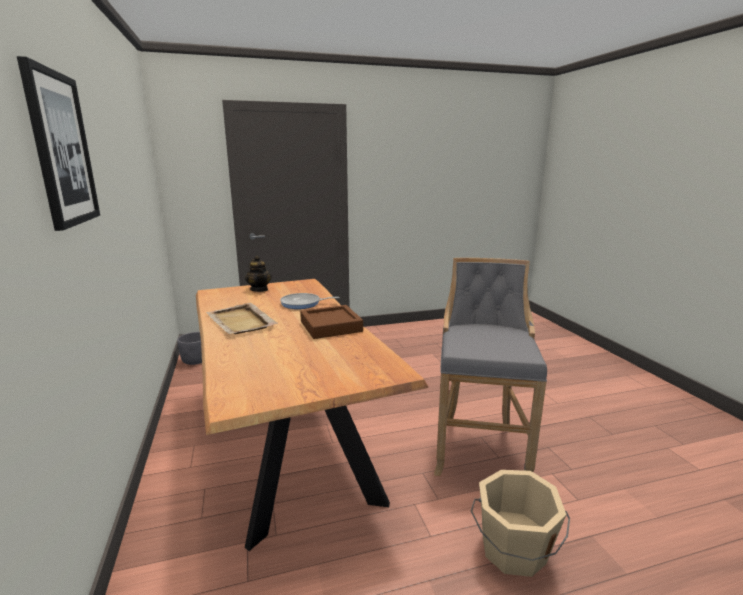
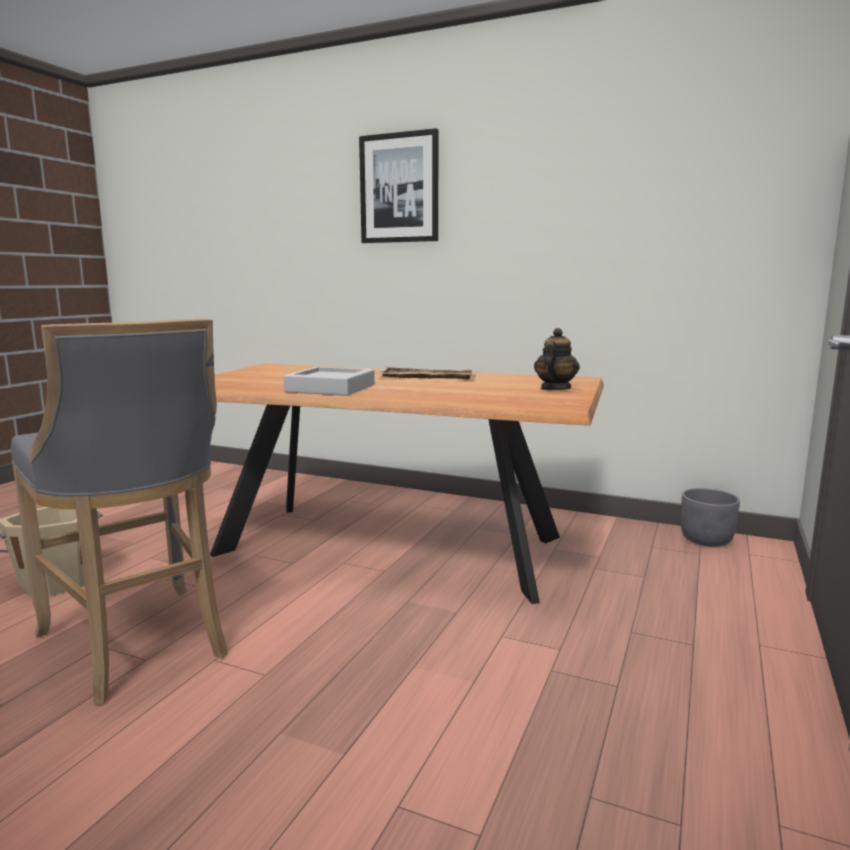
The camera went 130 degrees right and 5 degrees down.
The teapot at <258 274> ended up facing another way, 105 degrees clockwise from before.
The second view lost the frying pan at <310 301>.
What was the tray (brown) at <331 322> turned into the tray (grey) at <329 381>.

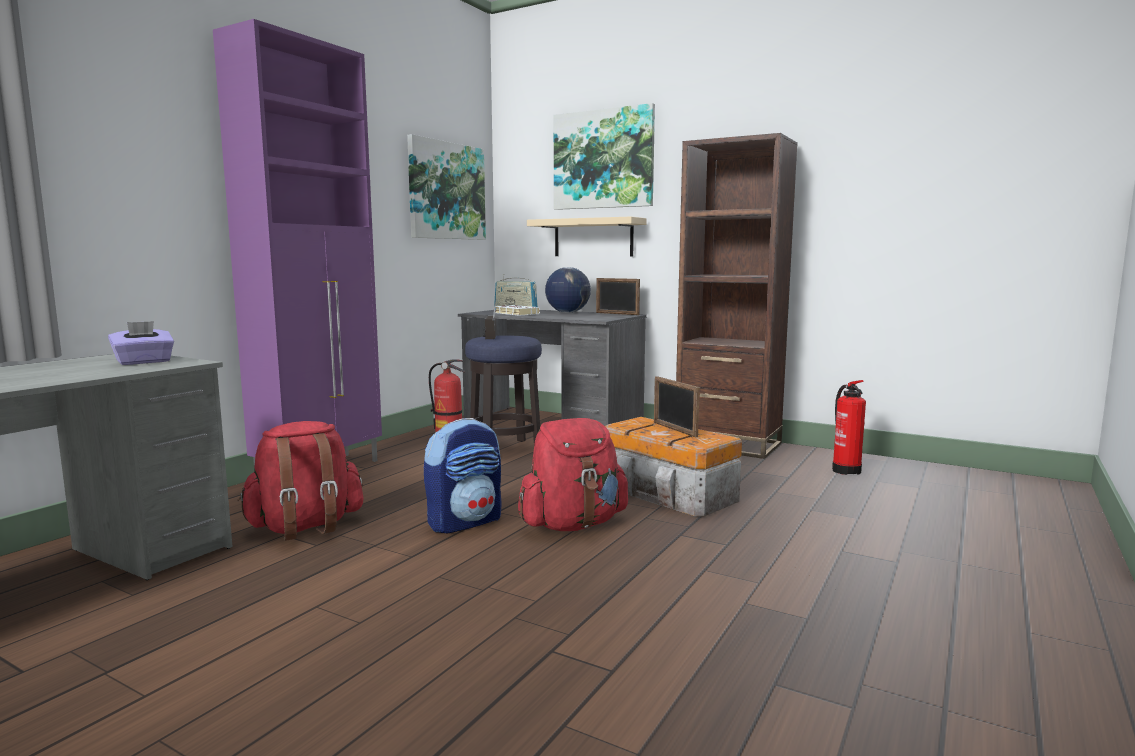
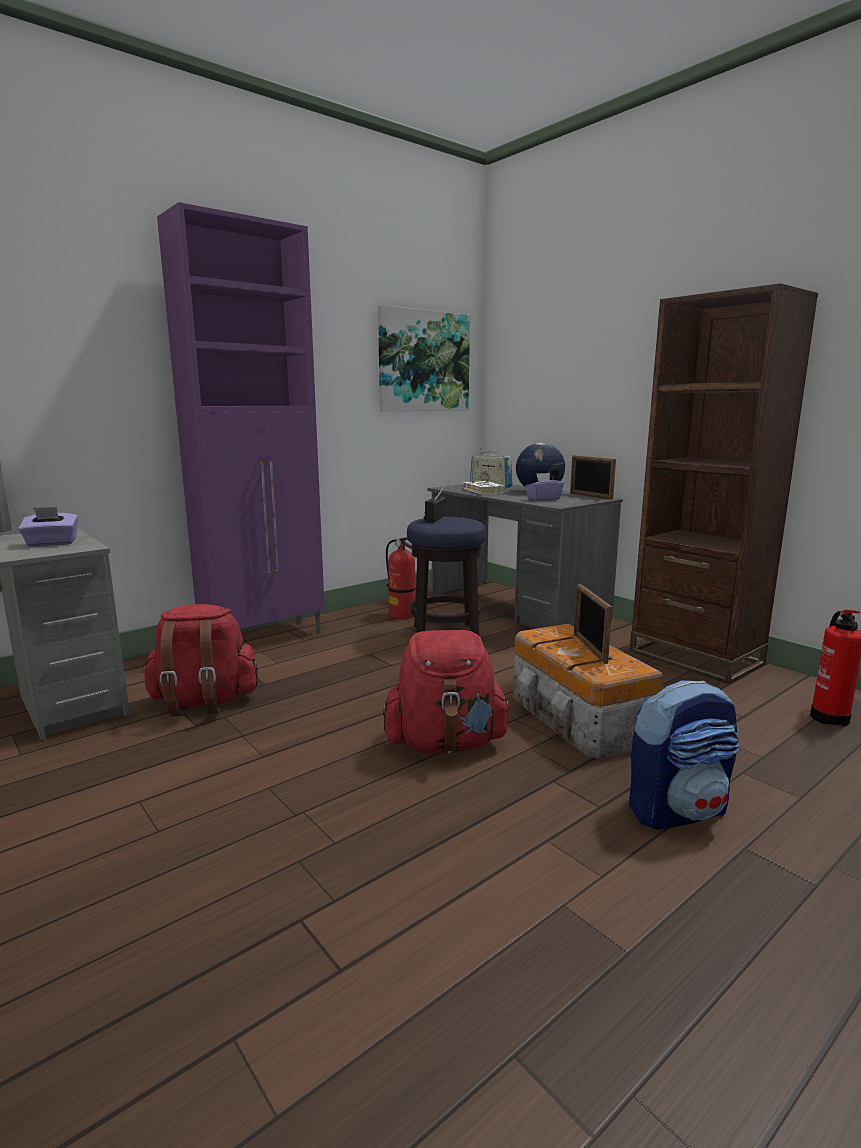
The camera went 20 degrees right and 5 degrees up.
The backpack ended up elsewhere, having gone from <463 475> to <684 755>.
The second view lost the shelf (beige) at <587 236>.
The second view lost the picture at <604 156>.
The second view gained the tissue box (purple) at <544 487>.

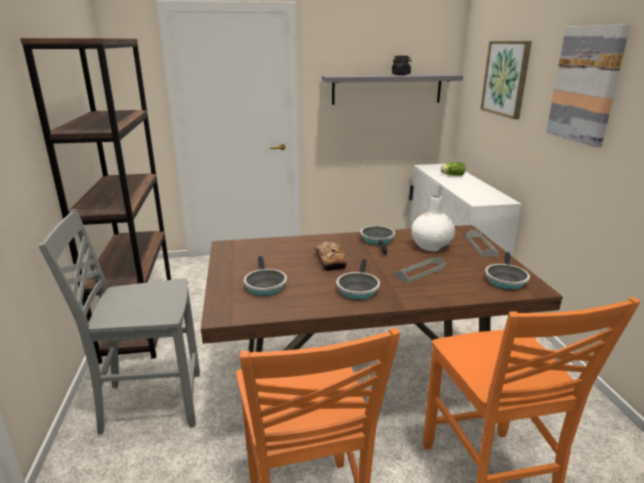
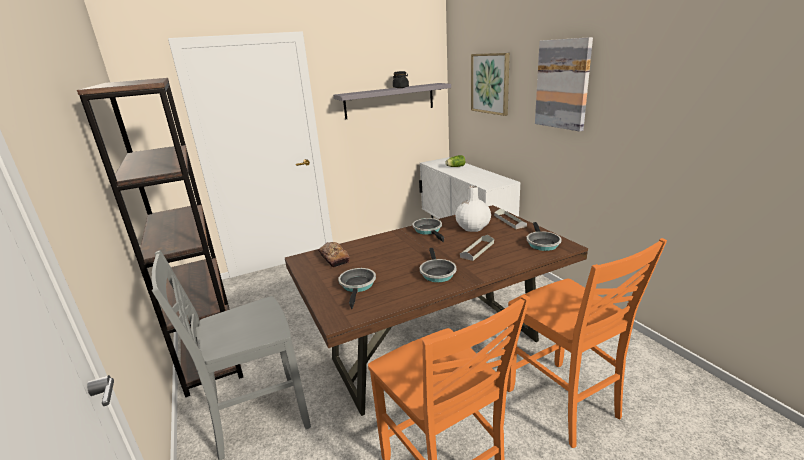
The camera went 15 degrees left and 0 degrees up.
The frying pan at <265 276> ended up facing another way, 150 degrees counterclockwise from before.
The bread ended up elsewhere, having gone from <331 256> to <334 254>.

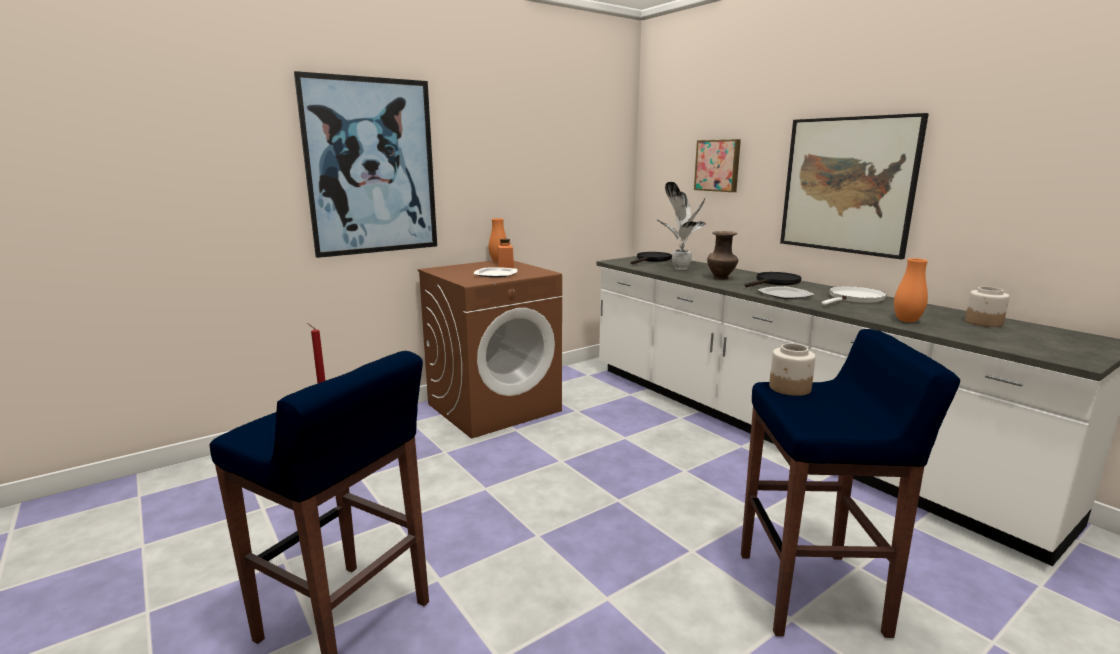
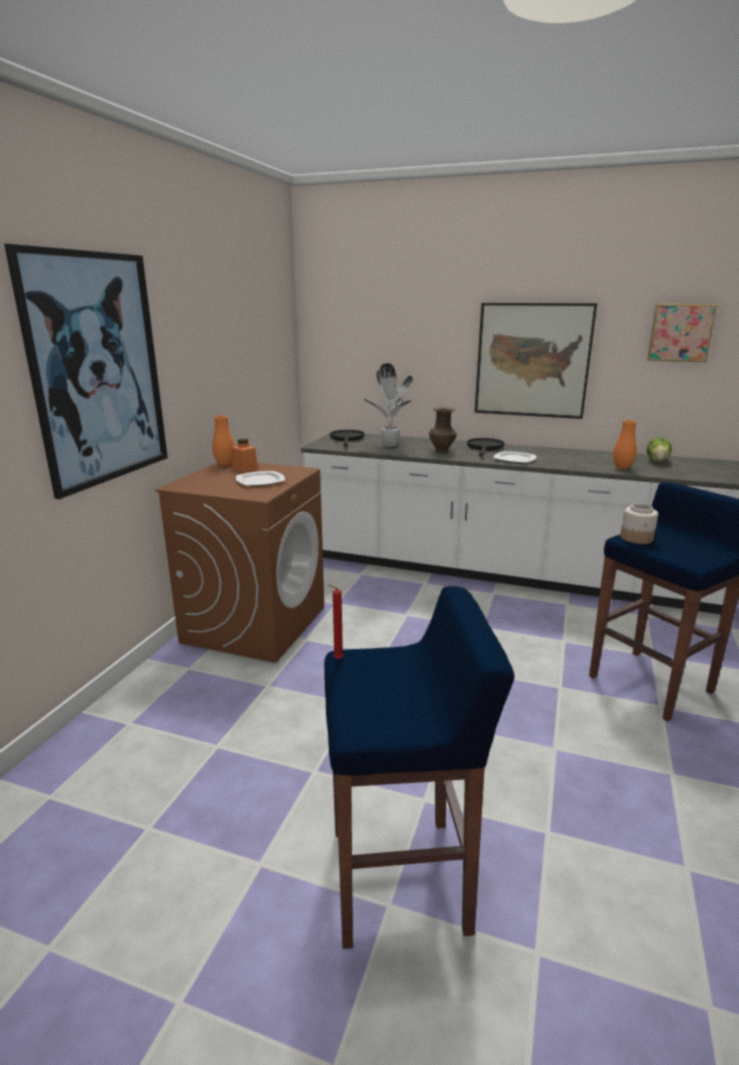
The camera went 35 degrees left and 5 degrees up.
The picture ended up elsewhere, having gone from <717 165> to <682 333>.
The second view lost the frying pan (white) at <854 295>.
Where the jar stood at <987 307>, the lettuce came to stand at <659 449>.

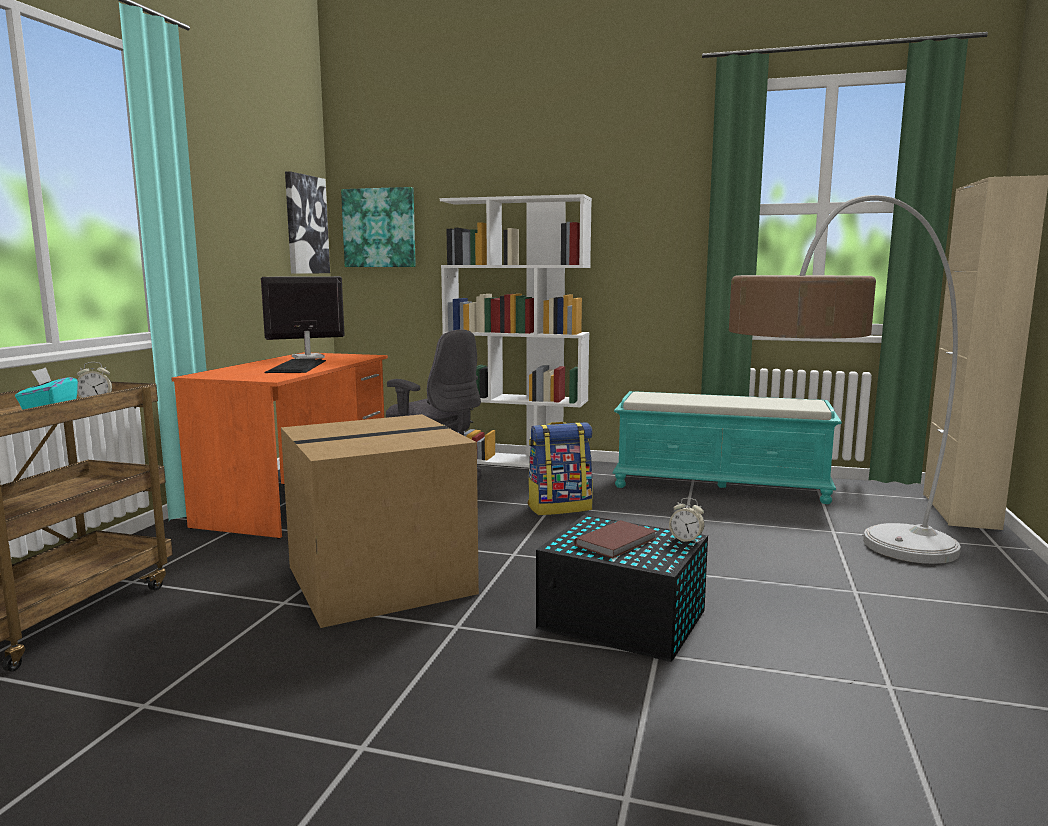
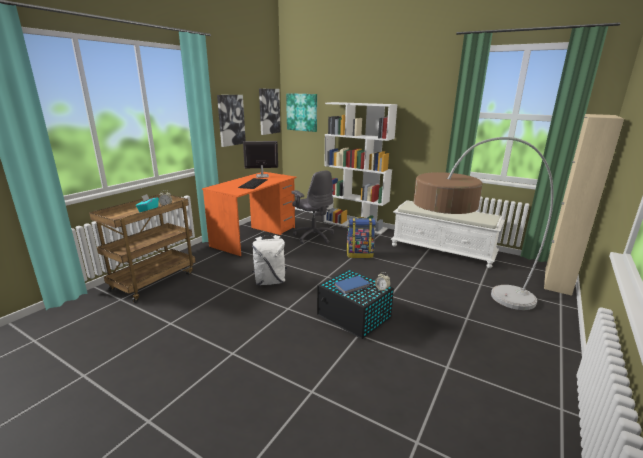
The camera went 15 degrees right and 10 degrees up.
Where the cardboard box stood at <380 521>, the backpack (white) came to stand at <269 260>.
What was the book (brown) at <615 539> turned into the book (blue) at <352 285>.
What was the bench (turquoise) at <727 447> turned into the bench (white) at <448 234>.
The second view gained the picture at <231 121>.

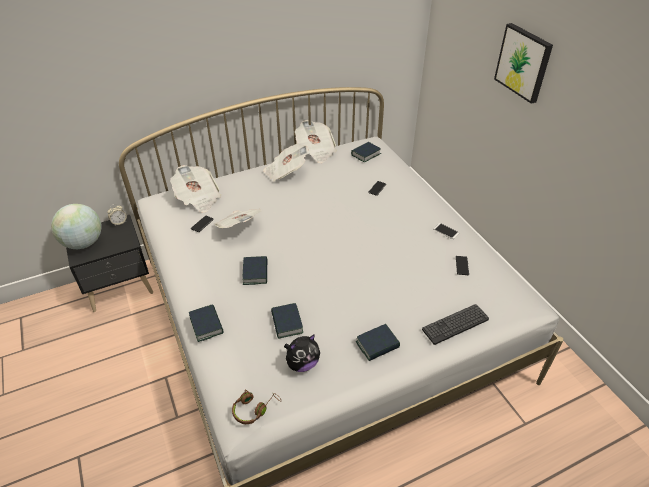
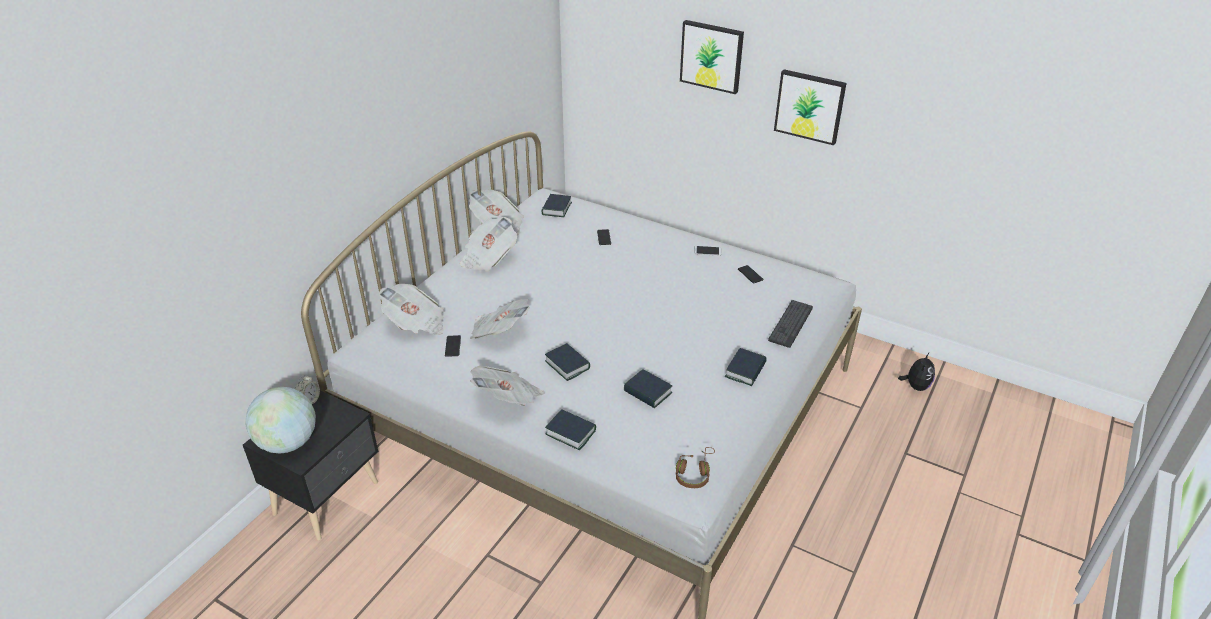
The camera went 35 degrees left and 5 degrees down.
The plush toy ended up elsewhere, having gone from <302 353> to <916 372>.
The second view gained the newspaper at <507 386>.
The second view gained the picture at <810 107>.

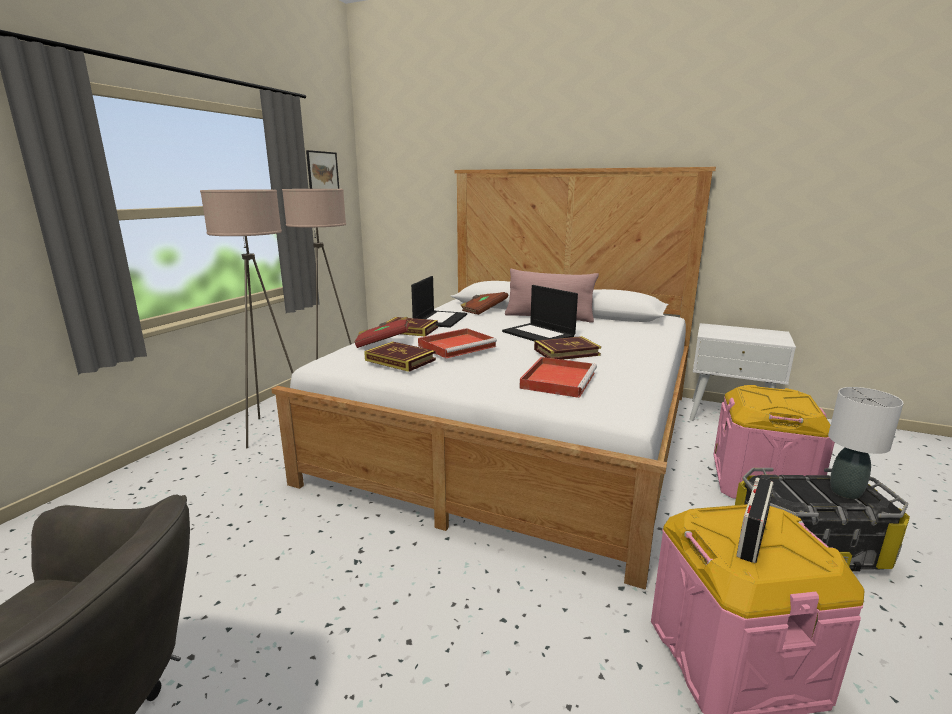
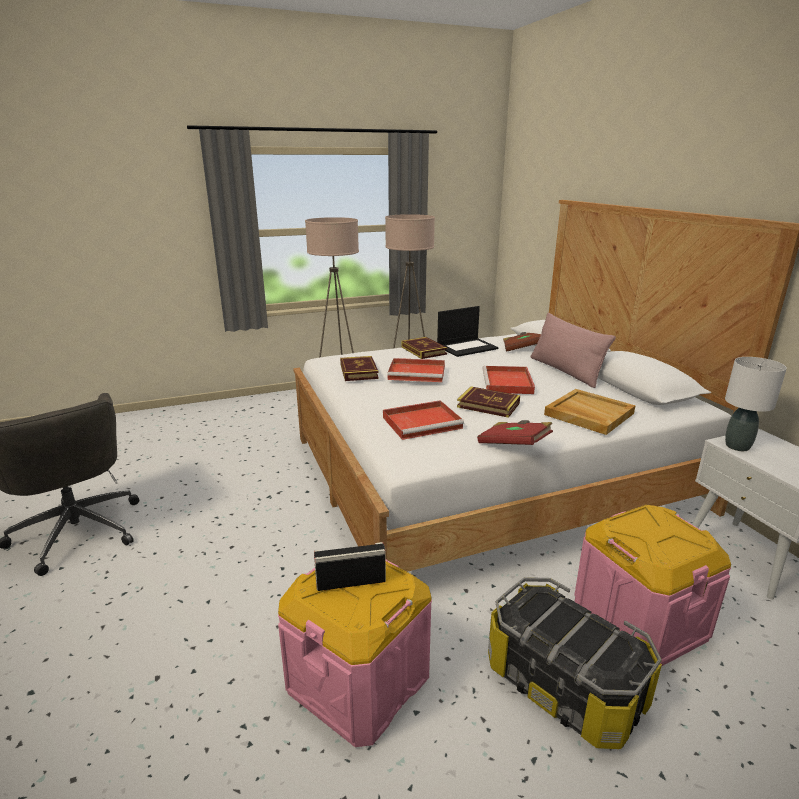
The camera went 45 degrees right and 5 degrees up.
The second view lost the picture at <322 169>.
The book (red) ended up elsewhere, having gone from <382 332> to <515 432>.
Where the laptop stood at <540 313>, the tray (red) came to stand at <508 380>.
The table lamp (white) ended up elsewhere, having gone from <866 443> to <756 404>.
The second view gained the tray (beige) at <590 412>.

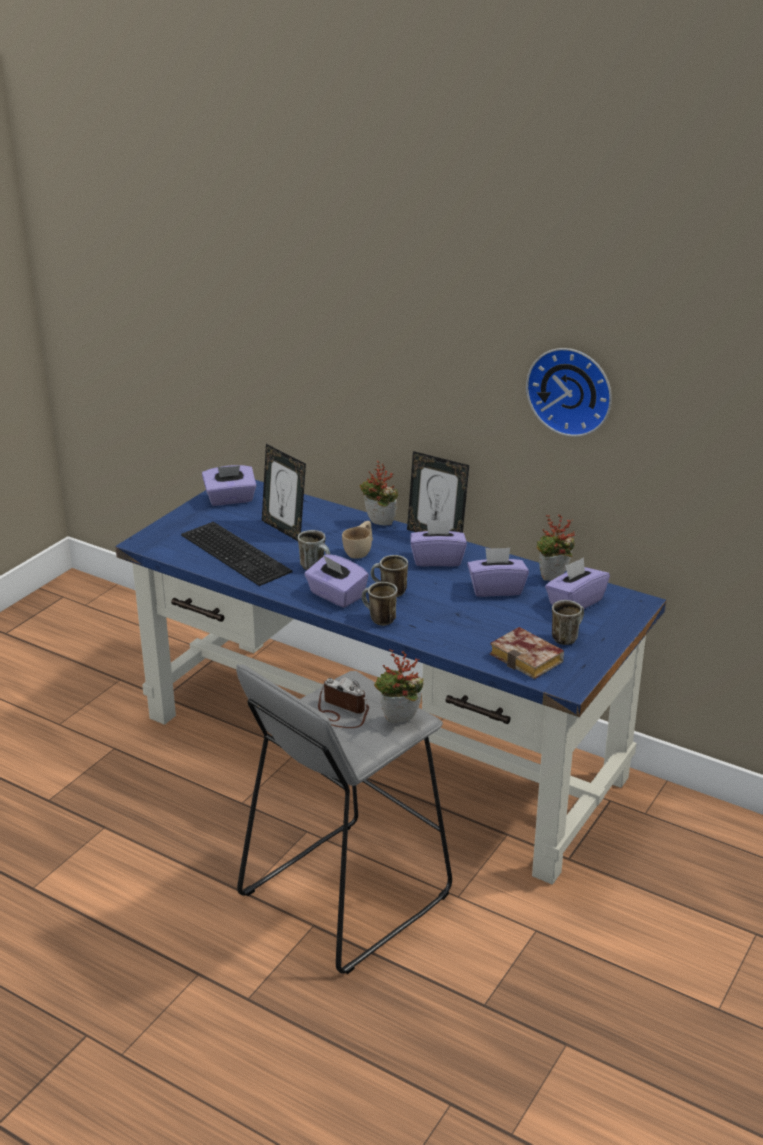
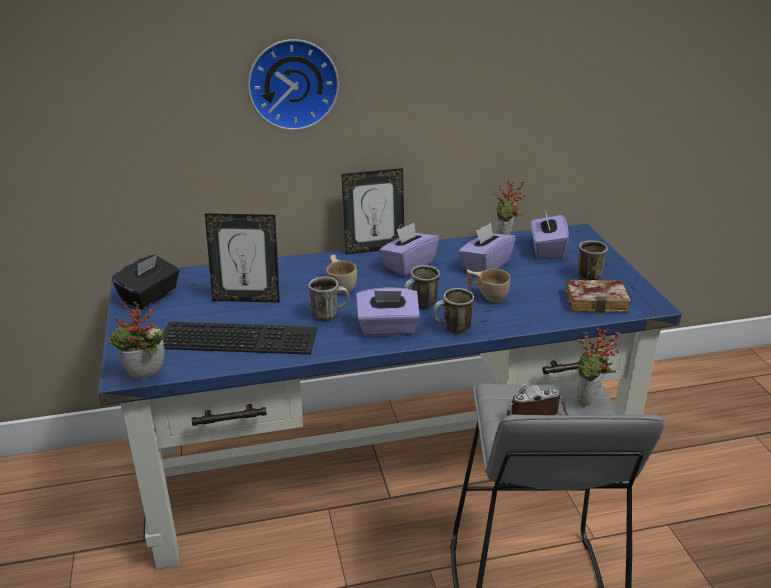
The camera went 45 degrees left and 0 degrees up.
What was the tissue box (purple) at <229 485> turned into the tissue box (black) at <145 281>.
The potted plant ended up elsewhere, having gone from <379 493> to <136 339>.
The wall clock ended up elsewhere, having gone from <569 392> to <293 84>.
The second view gained the cup (beige) at <488 285>.

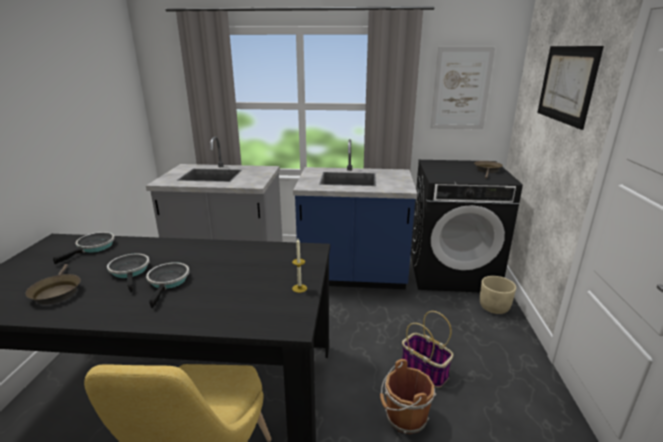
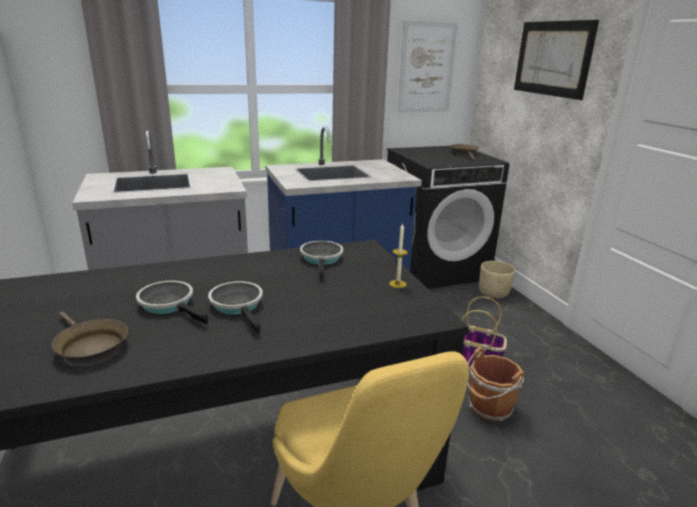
The camera went 25 degrees left and 0 degrees up.
The frying pan ended up elsewhere, having gone from <84 248> to <321 260>.

